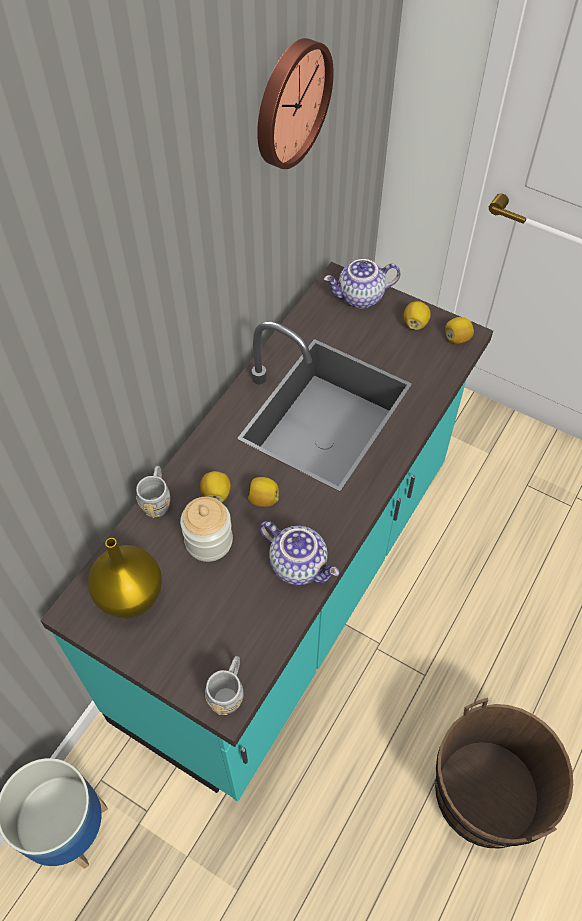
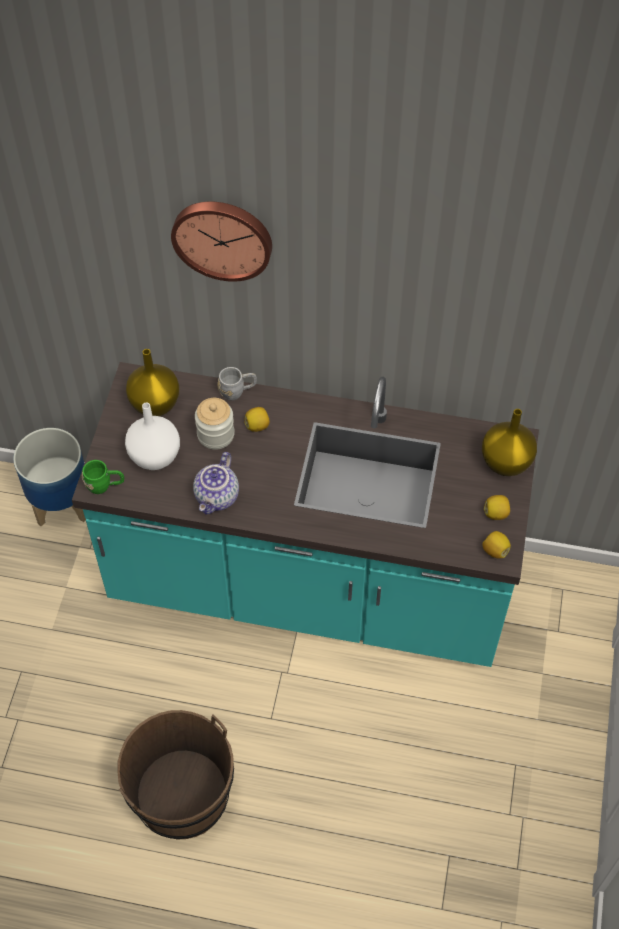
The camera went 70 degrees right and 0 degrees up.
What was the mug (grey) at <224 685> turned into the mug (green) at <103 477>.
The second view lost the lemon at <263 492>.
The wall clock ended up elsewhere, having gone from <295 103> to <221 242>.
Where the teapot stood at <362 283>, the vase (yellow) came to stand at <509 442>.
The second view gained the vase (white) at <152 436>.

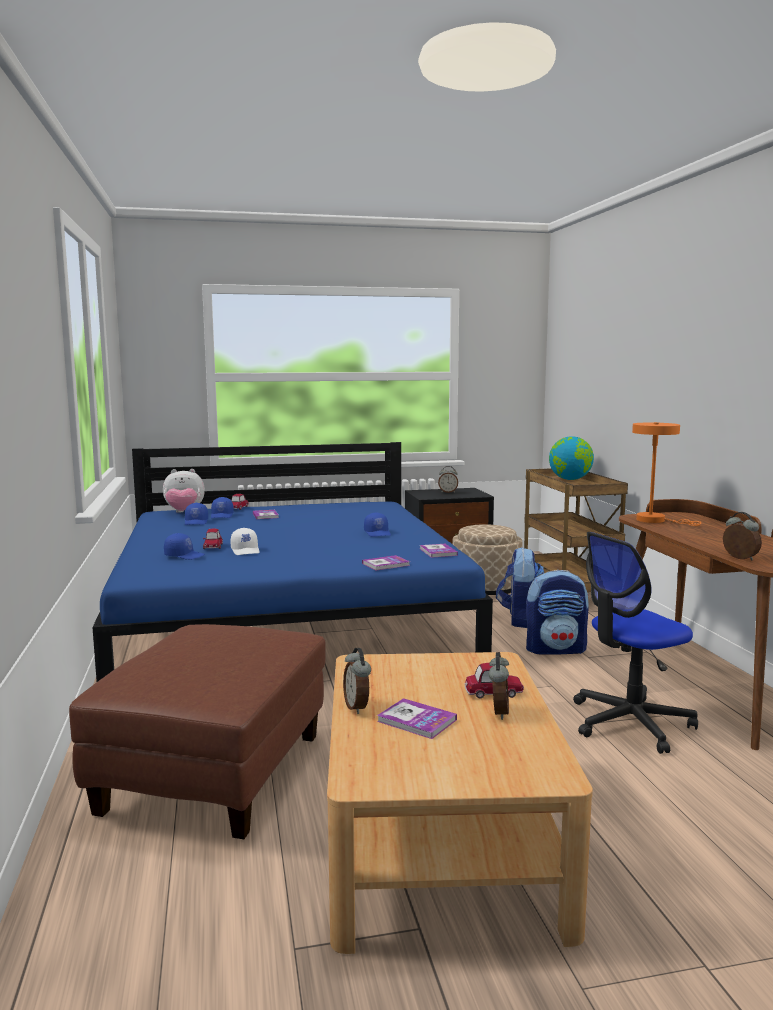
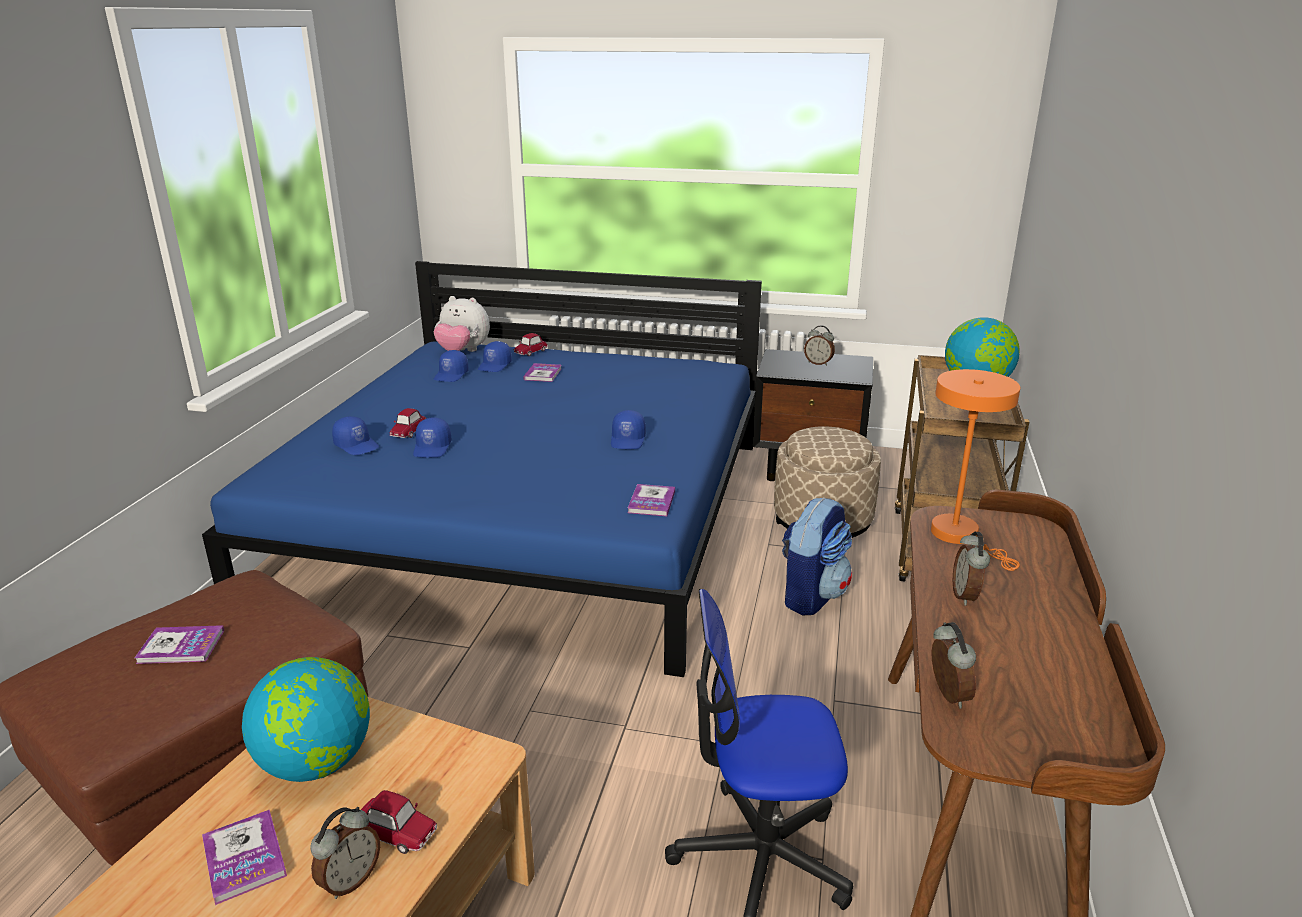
The camera went 25 degrees right and 15 degrees up.
What was the cap (white) at <245 541> turned into the cap (blue) at <432 437>.
The alarm clock ended up elsewhere, having gone from <357 681> to <971 569>.
The book ended up elsewhere, having gone from <386 563> to <179 644>.
The second view lost the backpack at <557 612>.
The second view gained the globe at <306 719>.

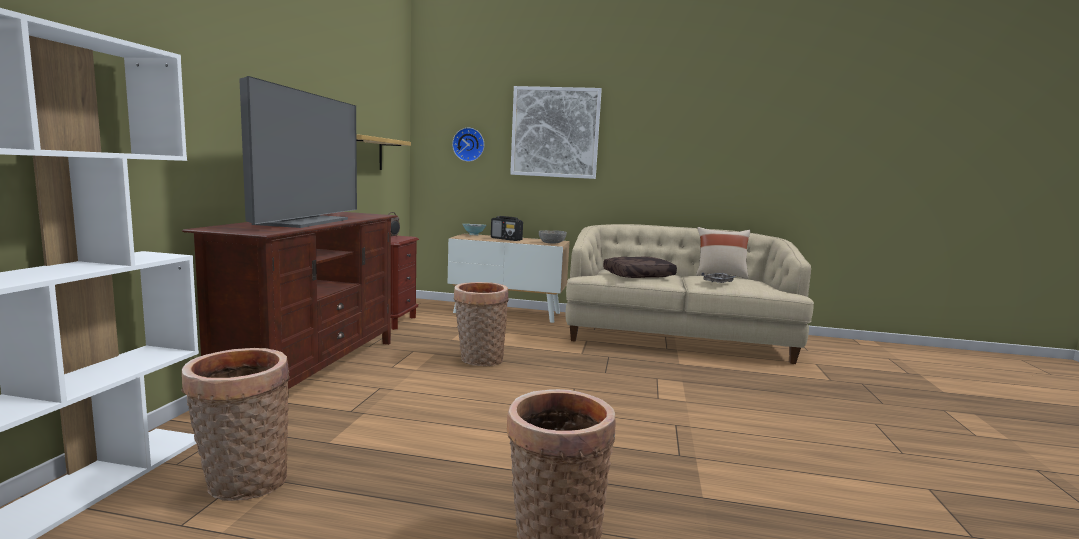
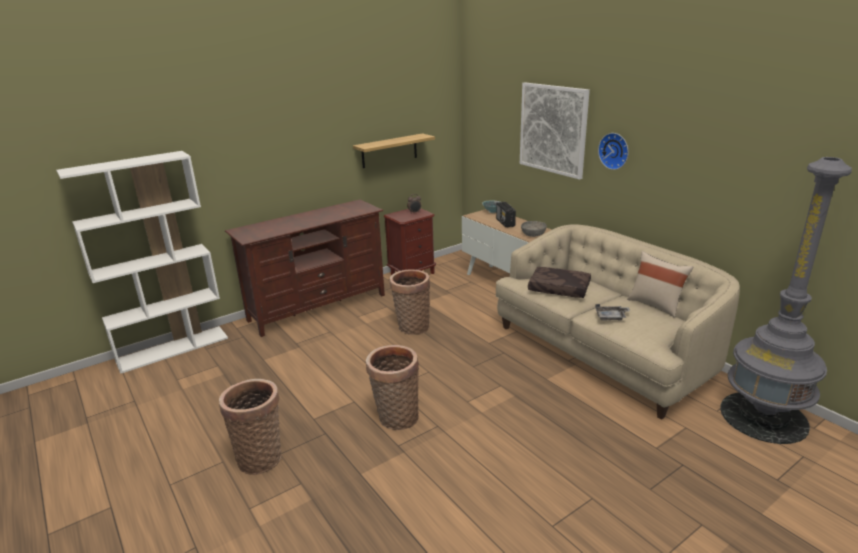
The camera went 45 degrees right and 15 degrees up.
The basket ended up elsewhere, having gone from <235 424> to <392 387>.
The second view lost the television at <298 152>.
The wall clock ended up elsewhere, having gone from <468 145> to <613 151>.
The second view gained the floor lamp (grey) at <786 300>.

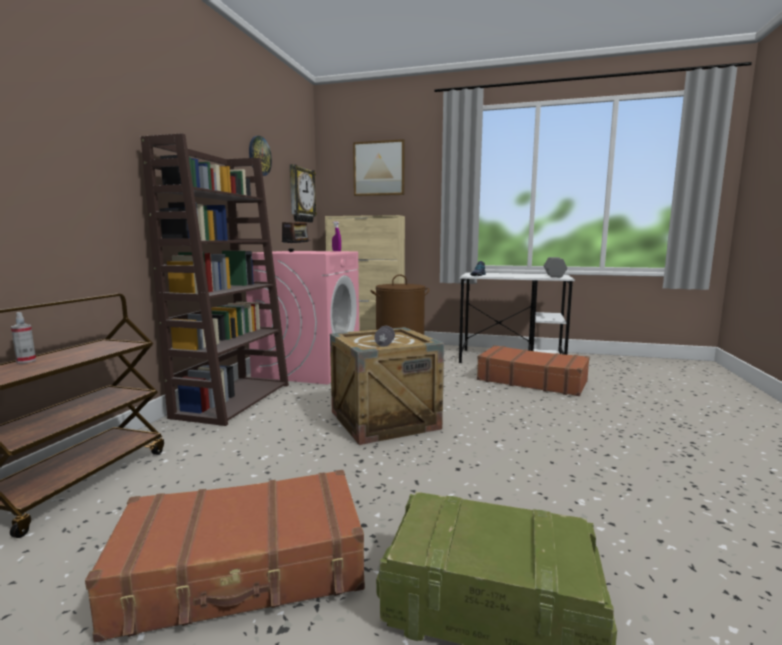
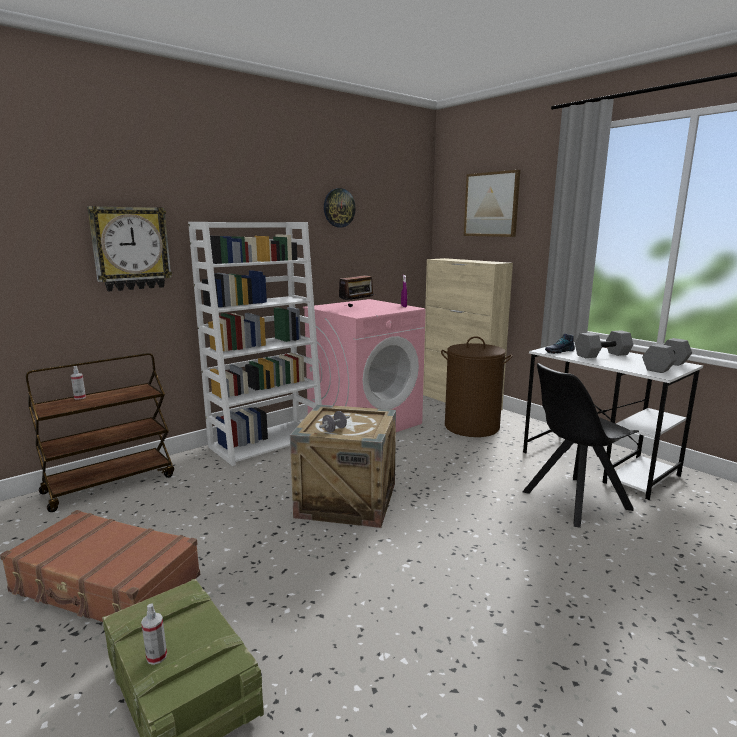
The camera went 35 degrees right and 5 degrees up.
What was the bookcase (brown) at <215 279> turned into the bookcase (white) at <255 344>.
The wall clock ended up elsewhere, having gone from <303 193> to <129 248>.
Where the suitcase (brown) stood at <533 370>, the chair (black) came to stand at <581 445>.
The second view gained the spray bottle at <154 634>.
The second view gained the dumbbell (grey) at <604 344>.

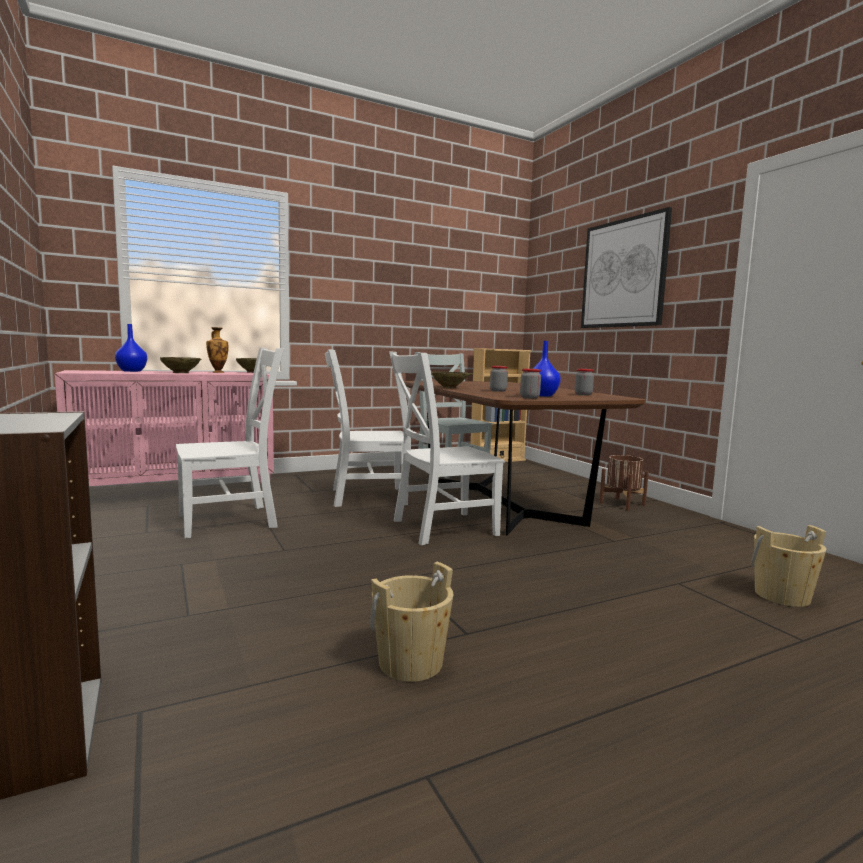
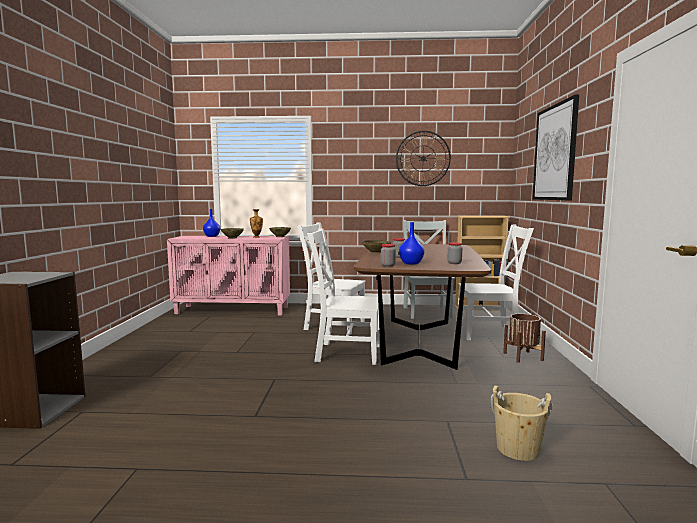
The camera went 30 degrees right and 0 degrees up.
The chair (white) ended up elsewhere, having gone from <230 443> to <496 282>.
The second view lost the bucket (beige) at <411 622>.
The second view gained the wall clock at <423 158>.

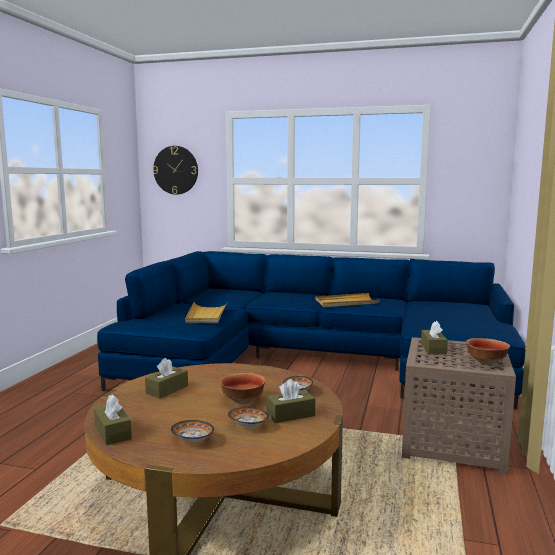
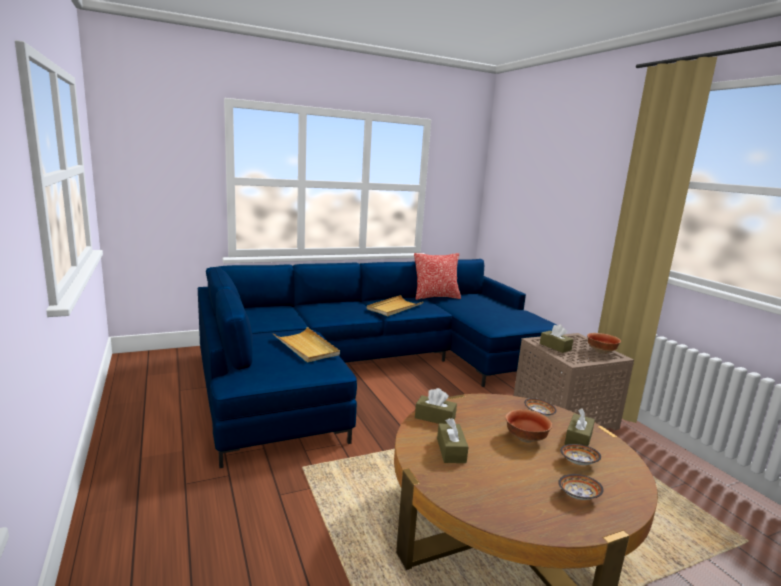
The camera went 40 degrees left and 5 degrees up.
The tissue box (brown) ended up elsewhere, having gone from <113 420> to <436 406>.
The second view lost the wall clock at <175 170>.
The second view gained the pillow at <437 276>.

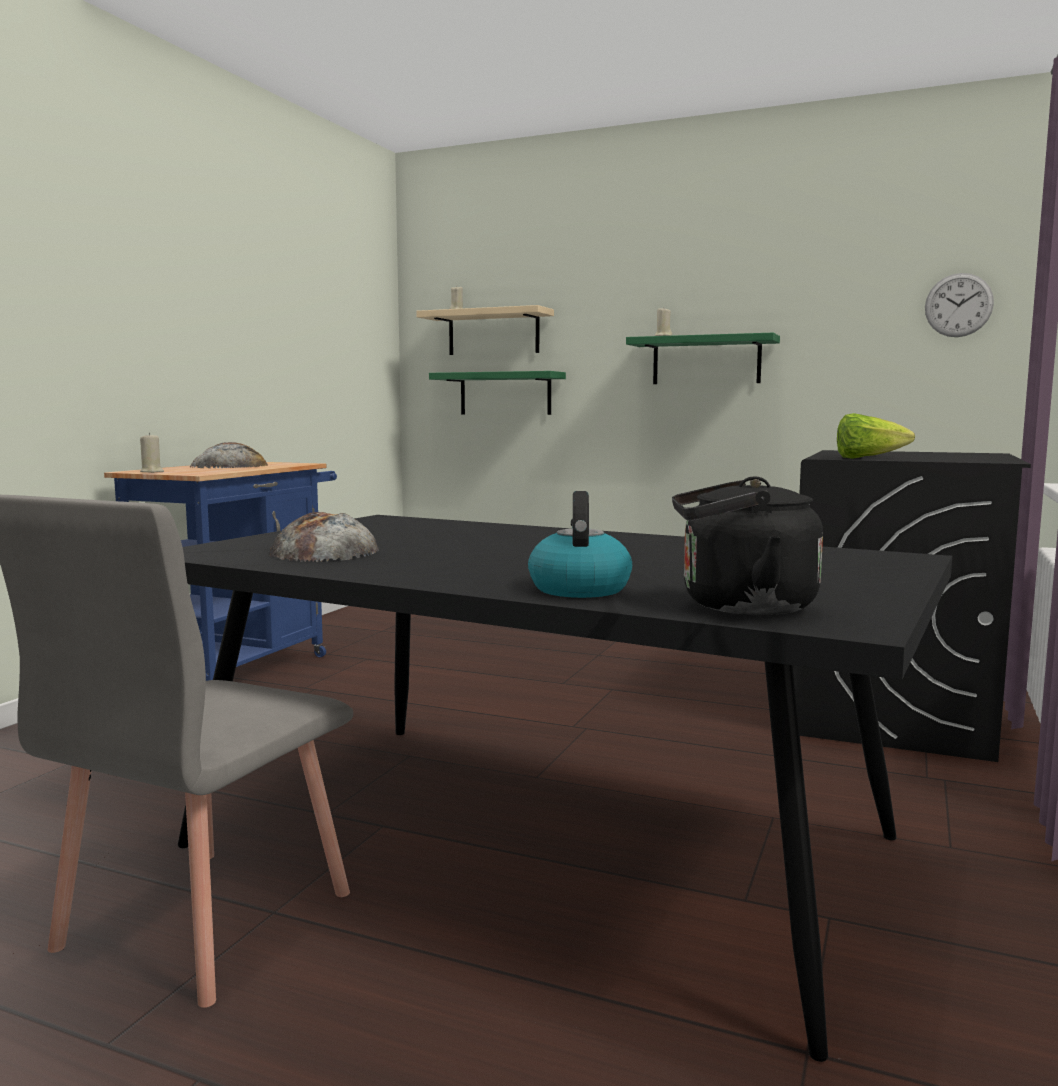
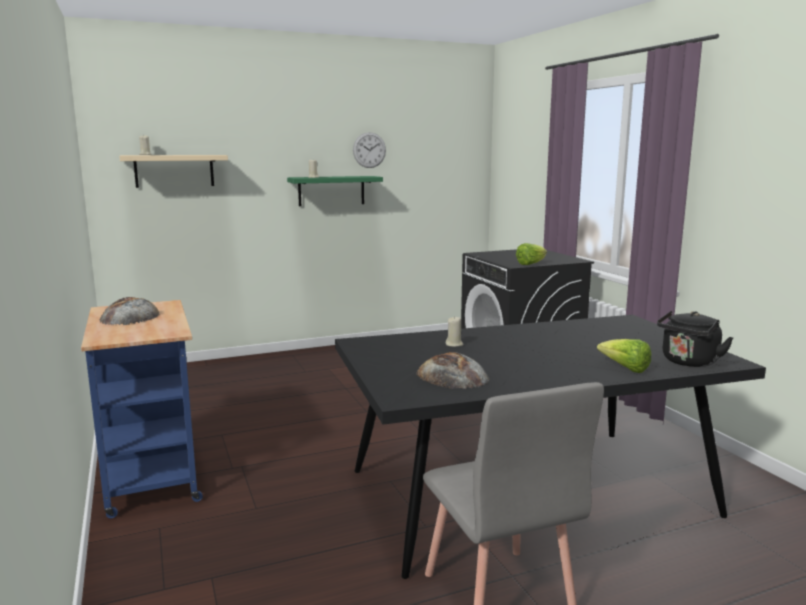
The camera went 45 degrees left and 5 degrees up.
The candle (beige) ended up elsewhere, having gone from <152 453> to <454 332>.
The second view lost the shelf (green) at <497 393>.
Where the kettle stood at <580 544>, the lettuce came to stand at <624 356>.
The wall clock ended up elsewhere, having gone from <959 305> to <369 150>.

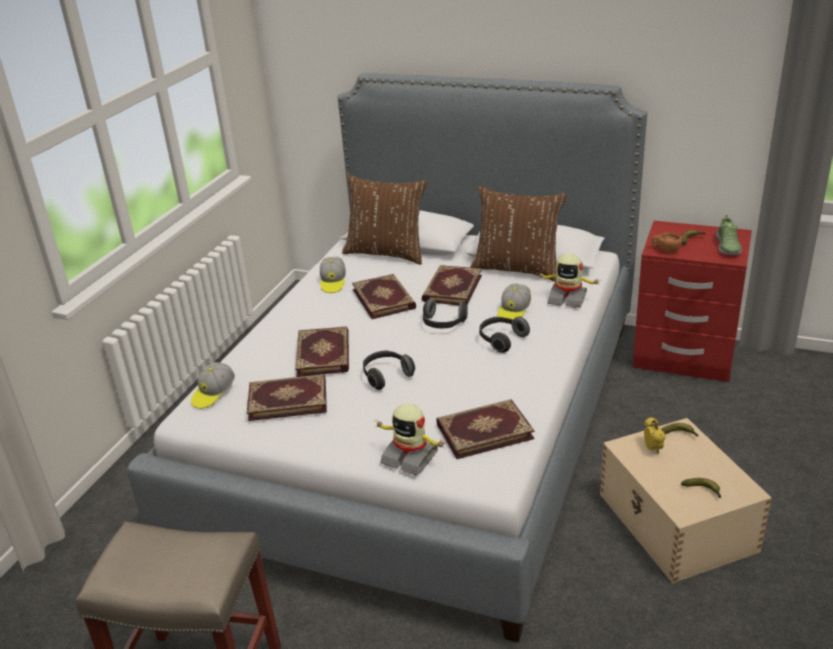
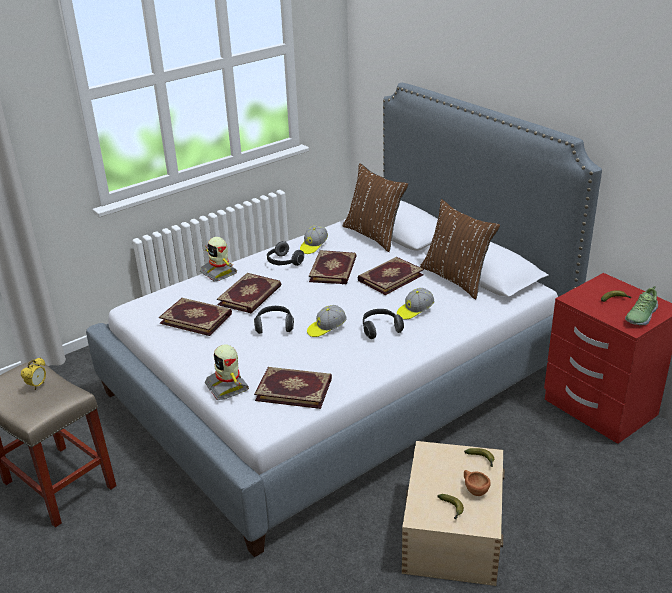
The camera went 30 degrees right and 0 degrees up.
The cap ended up elsewhere, having gone from <213 385> to <327 321>.
The headphones ended up elsewhere, having gone from <445 313> to <285 253>.
The toy robot ended up elsewhere, having gone from <568 281> to <218 259>.
The alarm clock ended up elsewhere, having gone from <654 435> to <33 374>.
The cup (brown) ended up elsewhere, having gone from <667 243> to <477 483>.

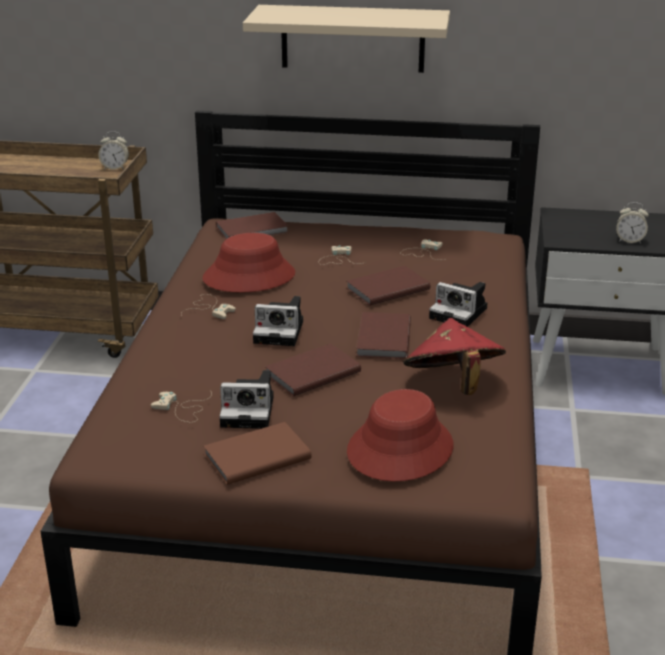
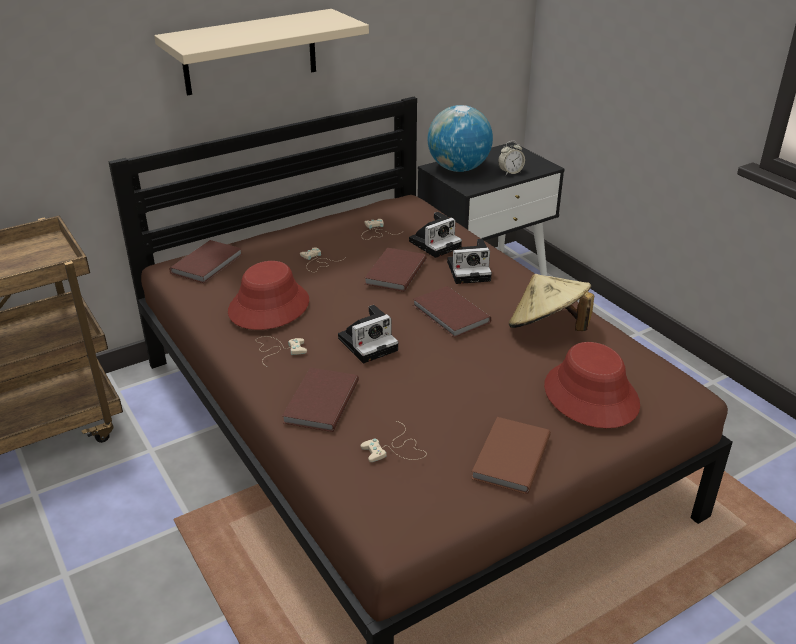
The camera went 40 degrees left and 5 degrees up.
The second view lost the alarm clock at <113 150>.
The photo camera ended up elsewhere, having gone from <246 399> to <435 235>.
The book (brown) ended up elsewhere, having gone from <313 370> to <320 399>.
What was the hat (red) at <454 356> turned into the hat (beige) at <551 302>.
The second view gained the globe at <460 138>.

